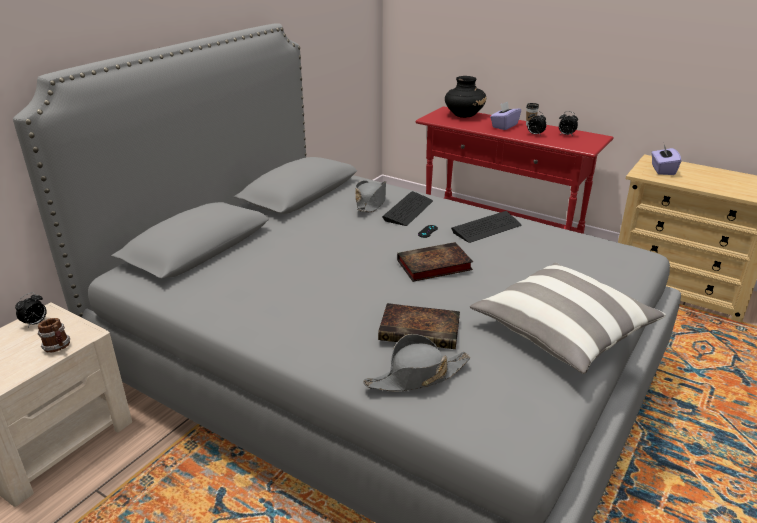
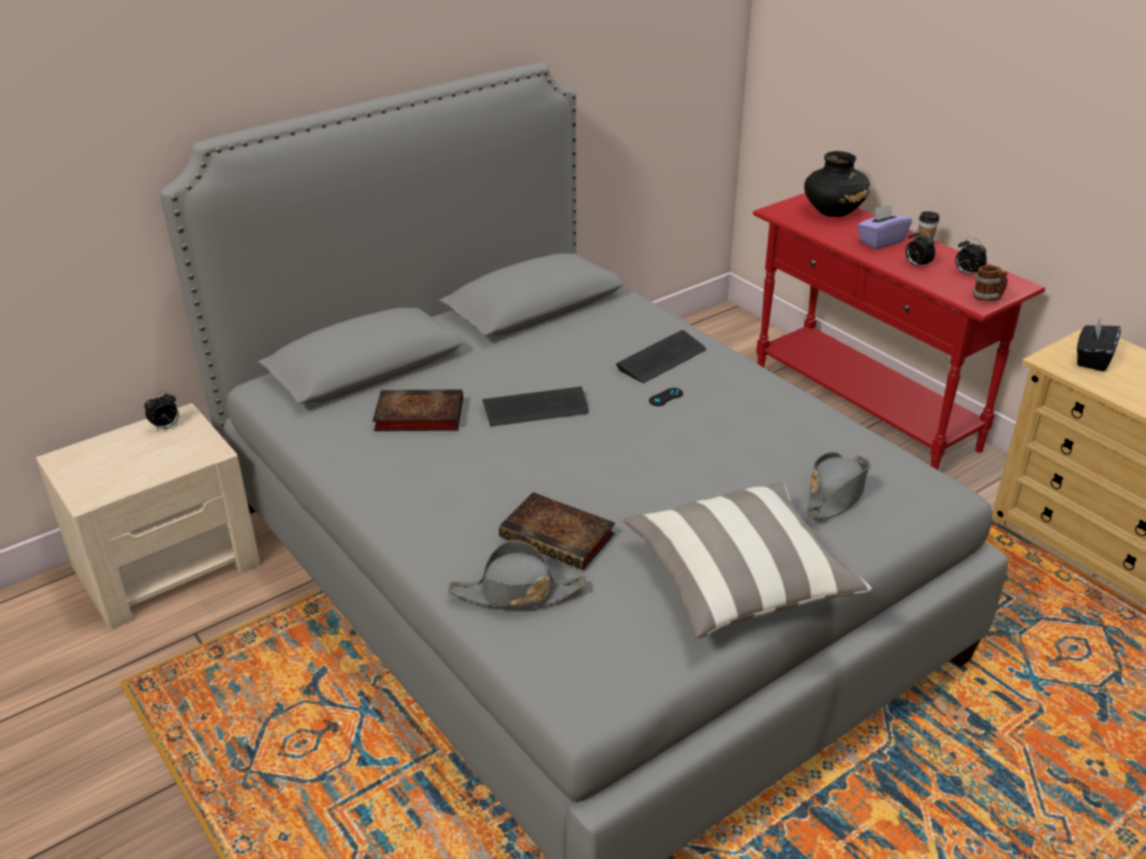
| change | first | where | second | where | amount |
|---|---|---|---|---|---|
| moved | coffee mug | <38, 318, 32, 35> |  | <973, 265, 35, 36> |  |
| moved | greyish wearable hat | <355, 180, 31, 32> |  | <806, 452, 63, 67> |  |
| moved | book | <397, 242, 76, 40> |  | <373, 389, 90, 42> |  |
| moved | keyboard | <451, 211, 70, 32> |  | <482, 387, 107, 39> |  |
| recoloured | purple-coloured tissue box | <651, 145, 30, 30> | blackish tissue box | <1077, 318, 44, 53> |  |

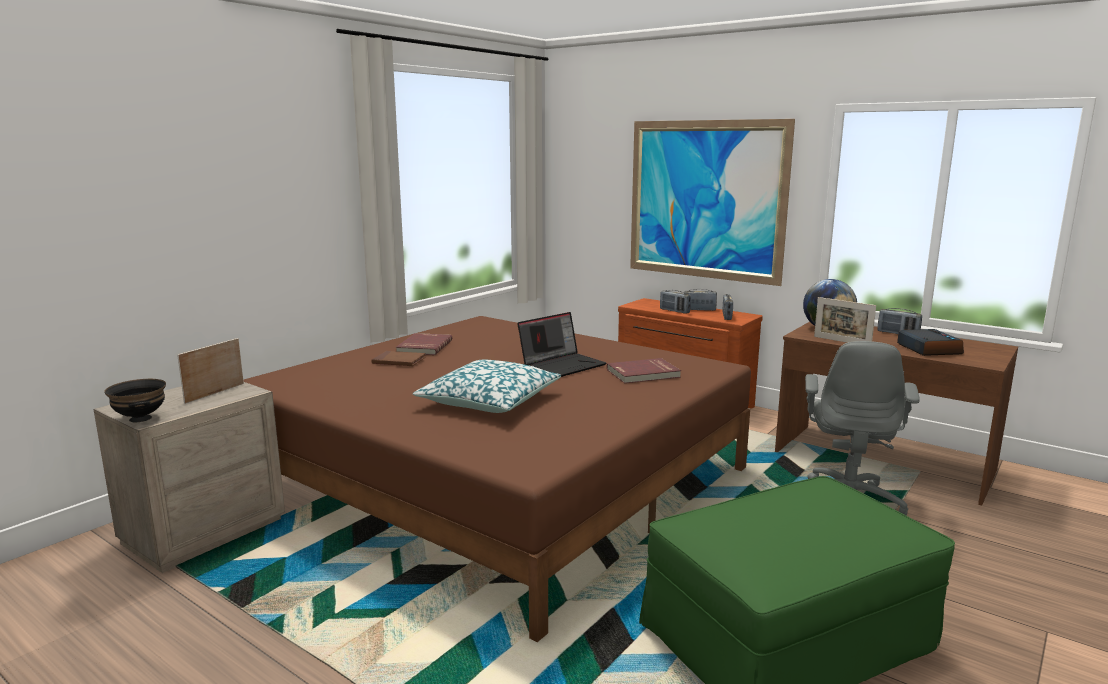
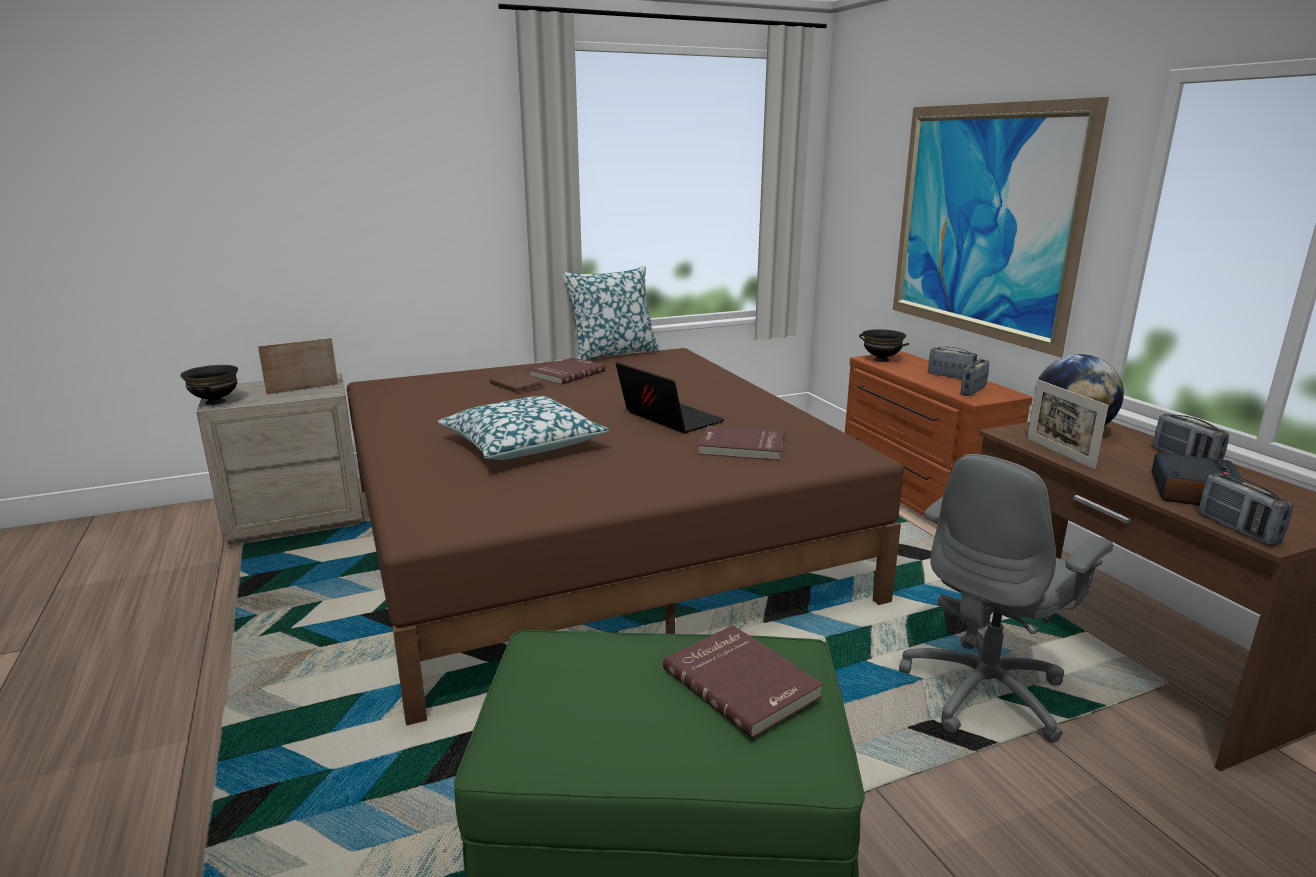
| change | first | where | second | where | amount |
|---|---|---|---|---|---|
| added |  |  | cushion | <562, 266, 98, 95> |  |
| added |  |  | reddish book | <663, 625, 160, 113> |  |
| added |  |  | blackish deep dish | <859, 329, 50, 33> |  |
| moved | radio receiver | <660, 290, 31, 24> |  | <1198, 473, 95, 73> |  |
| turned | portable computer | <517, 312, 89, 65> |  | <616, 362, 109, 71> | 120 degrees counterclockwise |

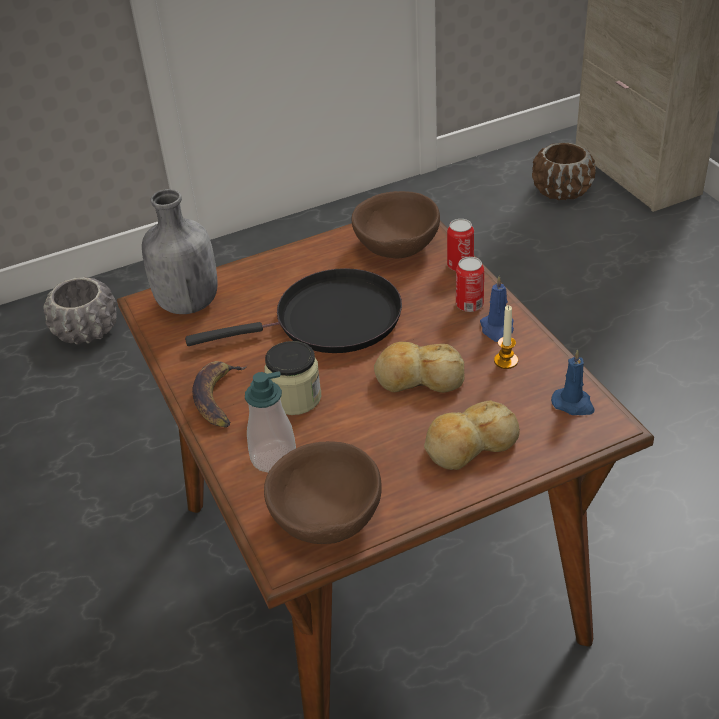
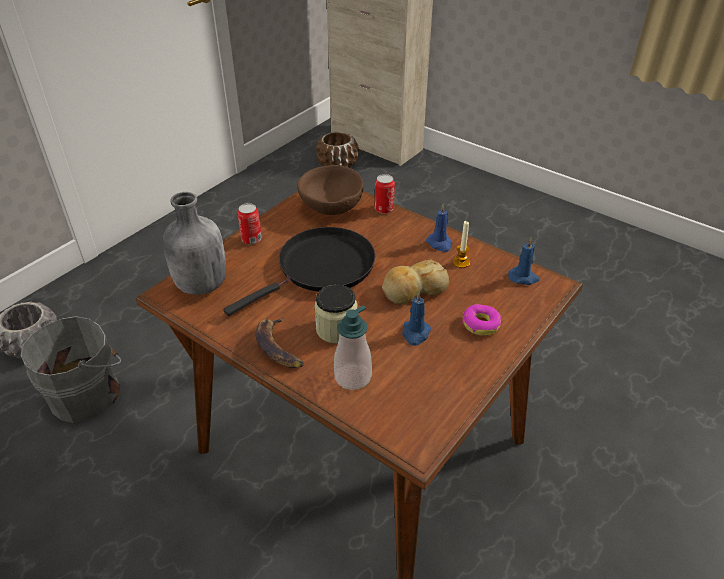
| change | first | where | second | where | amount |
|---|---|---|---|---|---|
| removed | brown deep dish | <264, 441, 118, 103> |  |  |  |
| added |  |  | greyish bucket | <21, 316, 100, 107> |  |
| added |  |  | blue candle | <402, 292, 29, 54> |  |
| moved | sealed can | <456, 257, 28, 55> |  | <237, 203, 25, 42> |  |
| replaced | baked bread | <424, 400, 96, 70> | doughnut | <462, 304, 39, 32> |  |

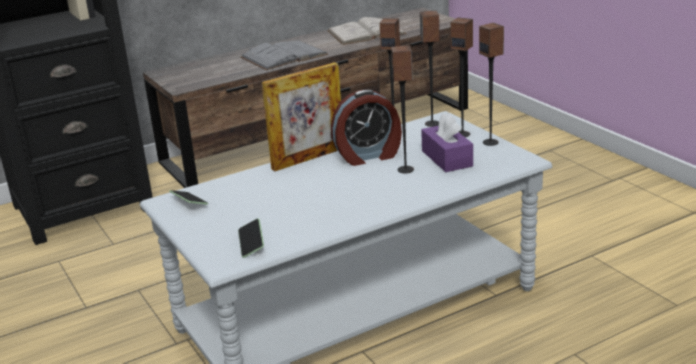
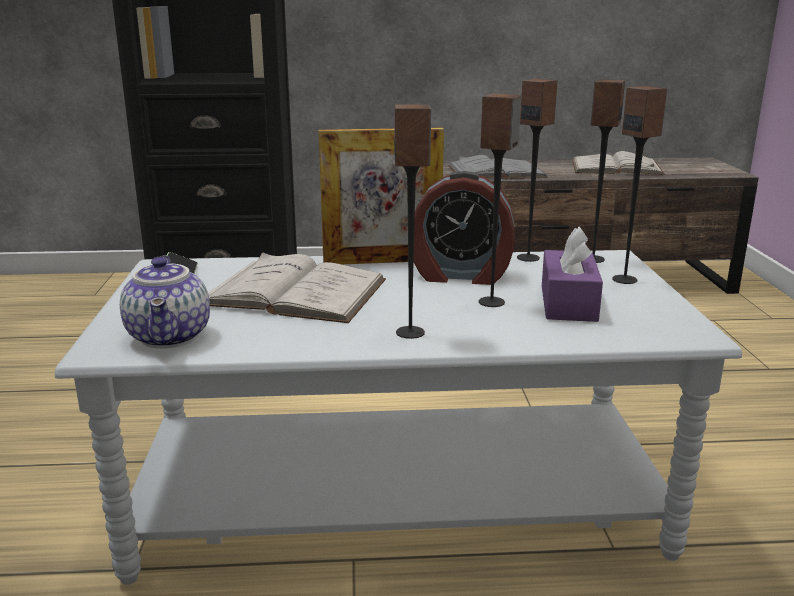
| change | first | where | second | where | amount |
|---|---|---|---|---|---|
| added |  |  | white-coloured book | <208, 252, 178, 71> |  |
| moved | audio speaker | <479, 23, 25, 123> |  | <394, 104, 37, 235> |  |
| replaced | handset | <238, 219, 26, 39> | teapot | <120, 255, 90, 93> |  |

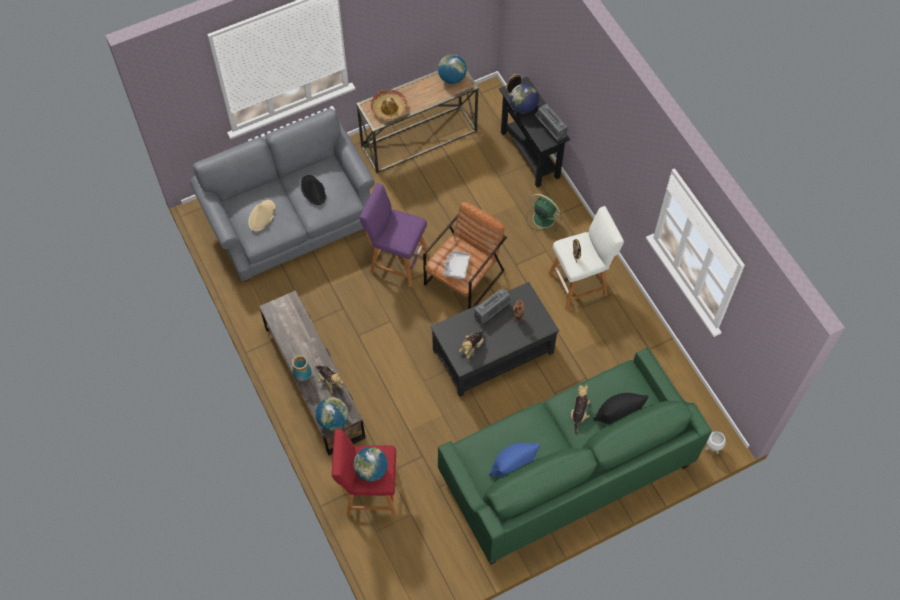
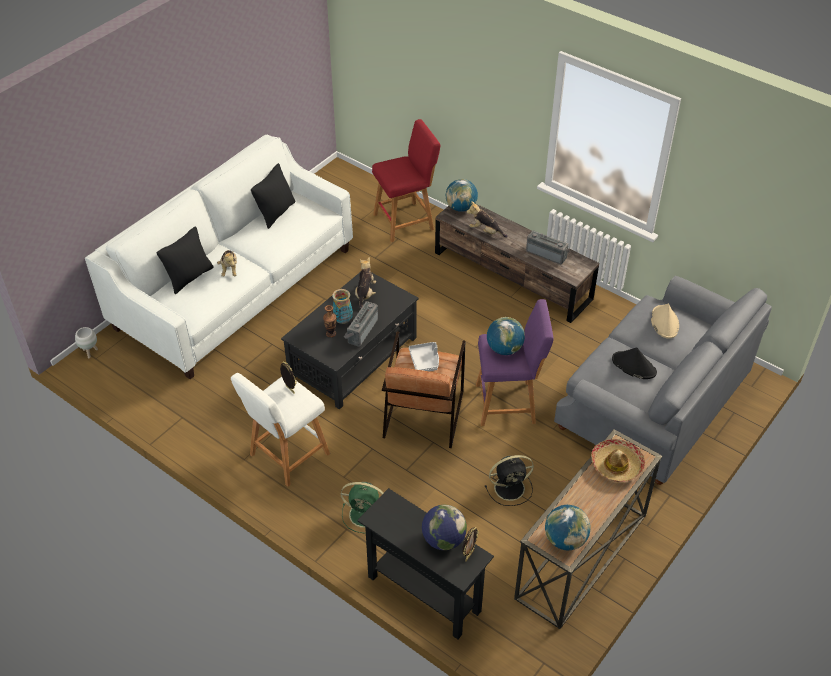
| change | first | where | second | where | amount |
|---|---|---|---|---|---|
| added |  |  | blackish fan | <485, 455, 49, 51> |  |
| moved | flower vase | <292, 355, 19, 26> |  | <332, 289, 21, 35> |  |
| moved | globe | <354, 447, 34, 34> |  | <487, 317, 38, 38> |  |
| moved | radio receiver | <535, 104, 33, 37> |  | <526, 230, 44, 35> |  |
| recoloured | green-coloured sofa | <438, 347, 274, 218> | white-coloured sofa | <85, 135, 268, 244> |  |
| recoloured | blue cushion | <489, 443, 51, 34> | blackish cushion | <251, 163, 45, 66> |  |

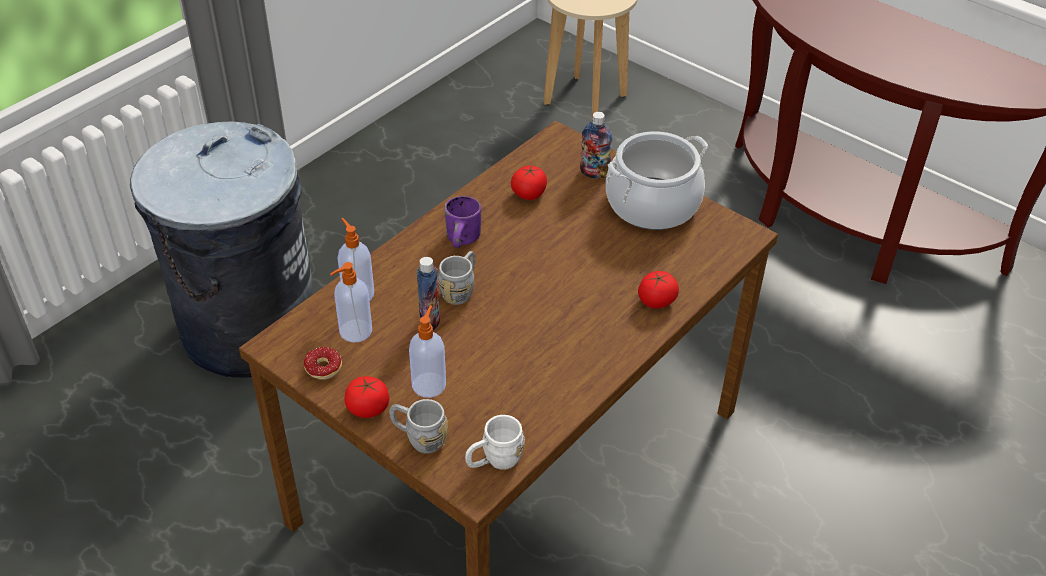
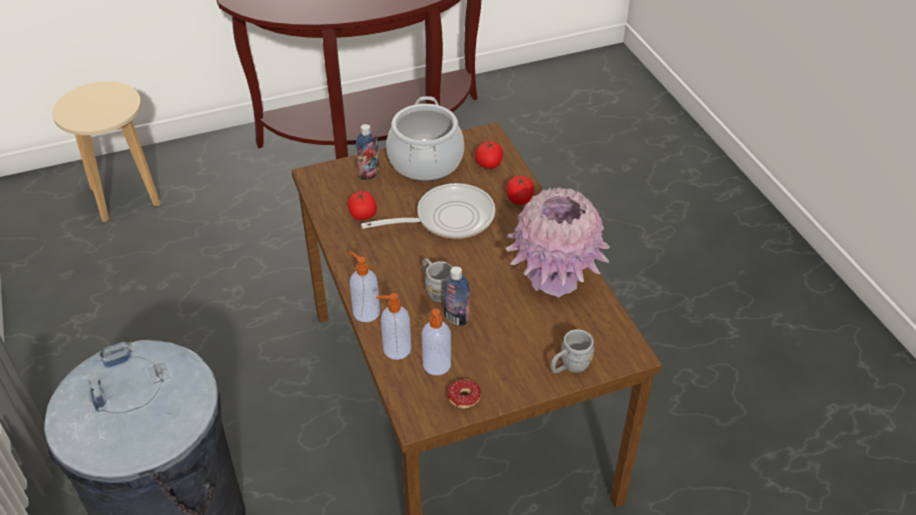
| change | first | where | second | where | amount |
|---|---|---|---|---|---|
| removed | purple-coloured coffee mug | <444, 196, 37, 52> |  |  |  |
| removed | white-coloured coffee mug | <465, 415, 60, 55> |  |  |  |
| added |  |  | pan | <361, 183, 134, 56> |  |
| added |  |  | pinkish flower vase | <505, 188, 105, 109> |  |
| moved | fresh tomato | <344, 376, 46, 42> |  | <475, 141, 28, 28> |  |
| moved | soap bottle | <409, 305, 37, 93> |  | <349, 251, 31, 71> |  |

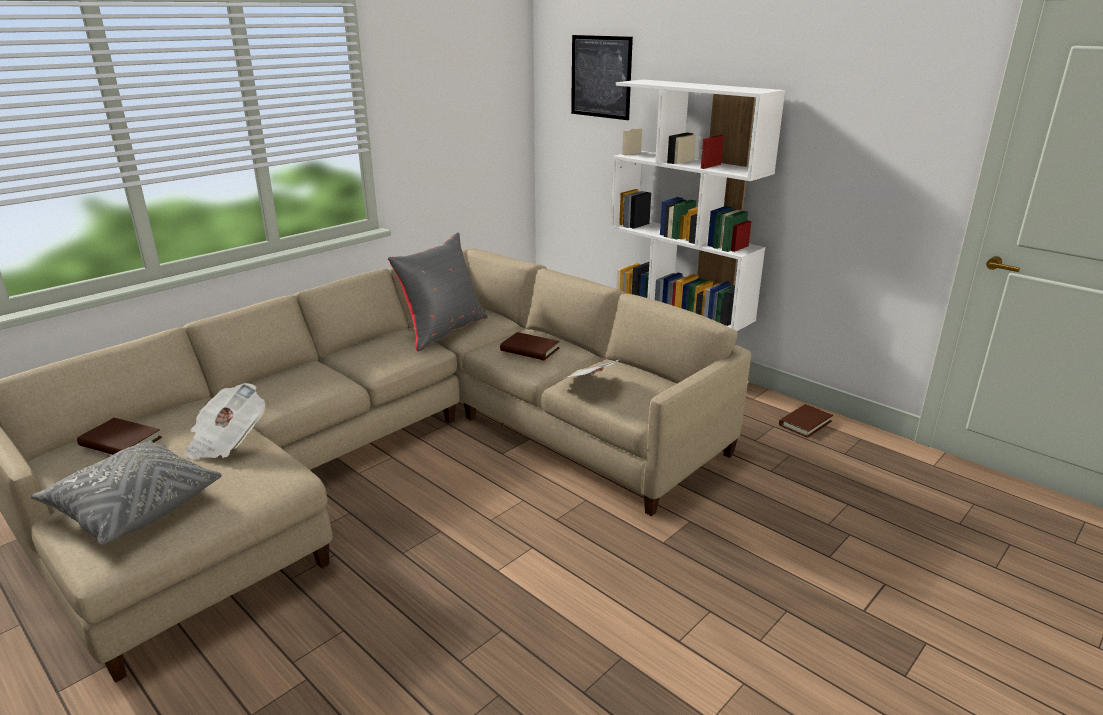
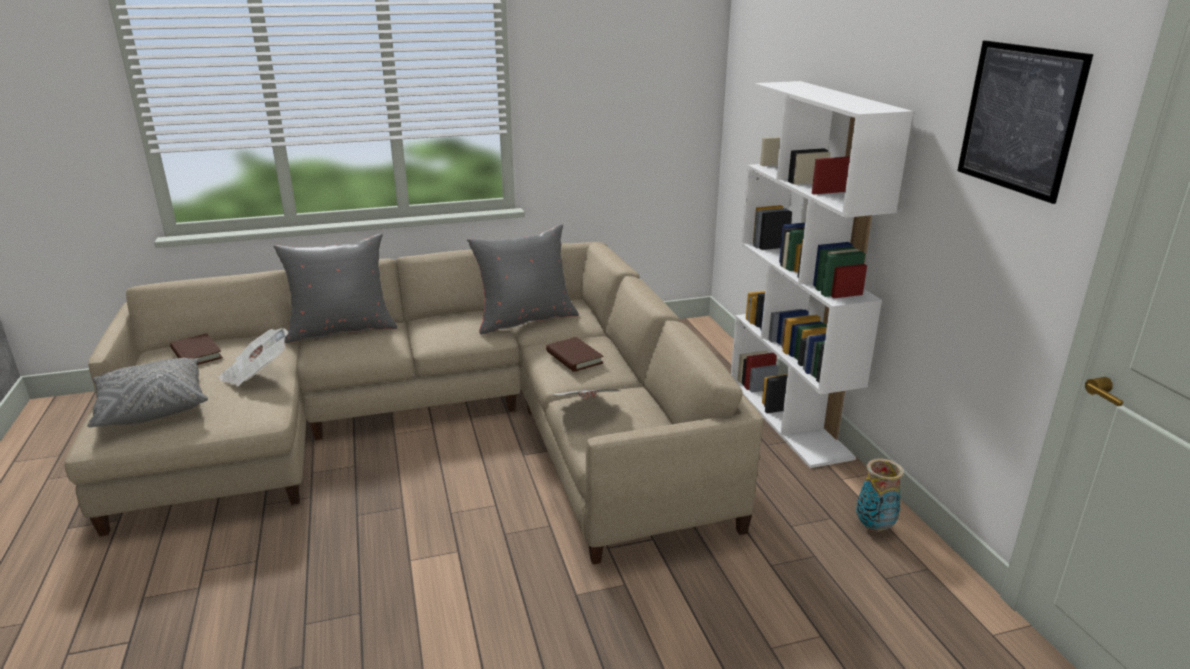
| change | first | where | second | where | amount |
|---|---|---|---|---|---|
| added |  |  | greyish cushion | <273, 234, 124, 109> |  |
| moved | wall picture | <571, 35, 62, 85> |  | <957, 41, 136, 163> |  |
| replaced | brown book | <779, 404, 54, 34> | flower vase | <856, 458, 48, 74> |  |

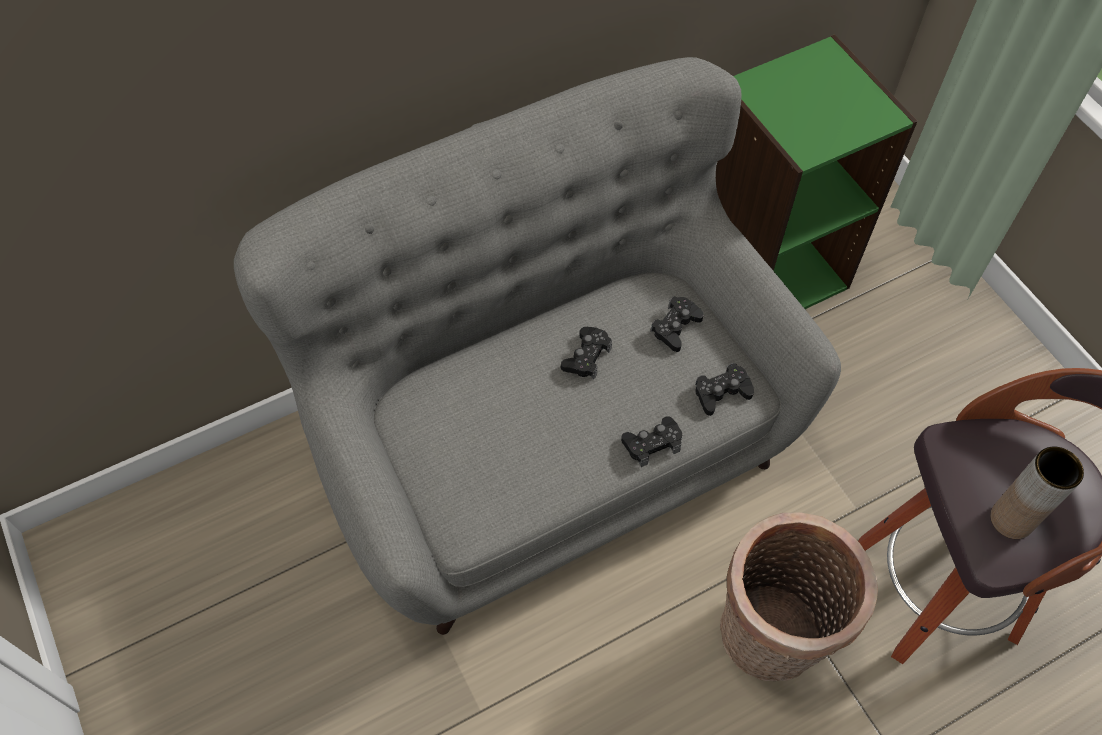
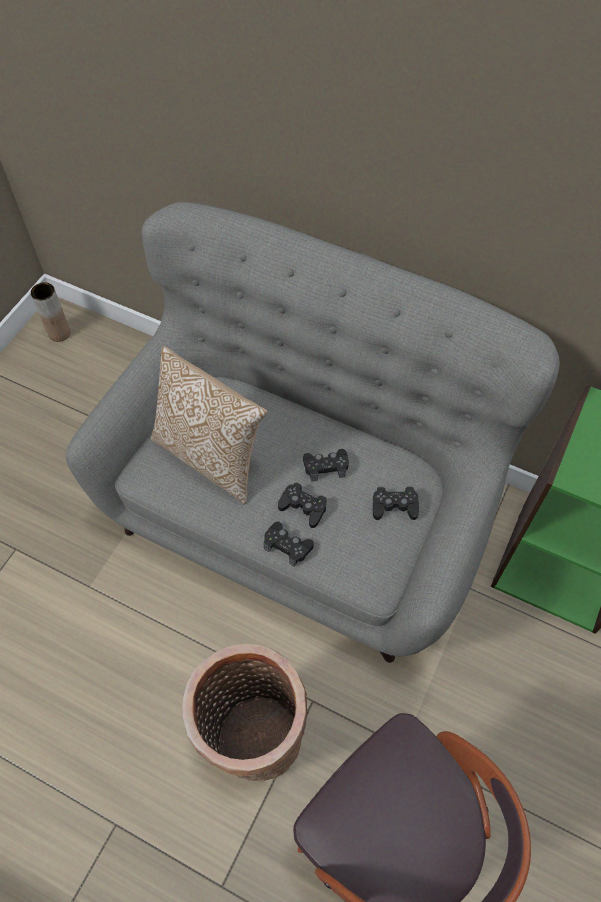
| change | first | where | second | where | amount |
|---|---|---|---|---|---|
| added |  |  | cushion | <150, 346, 117, 159> |  |
| moved | blackish gamepad | <695, 363, 59, 53> |  | <278, 482, 49, 46> |  |
| moved | brown flower vase | <990, 447, 94, 92> |  | <31, 282, 39, 60> |  |

